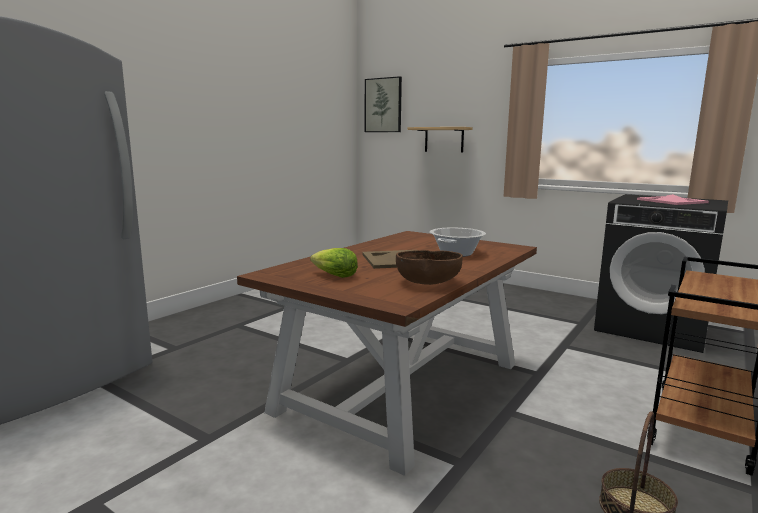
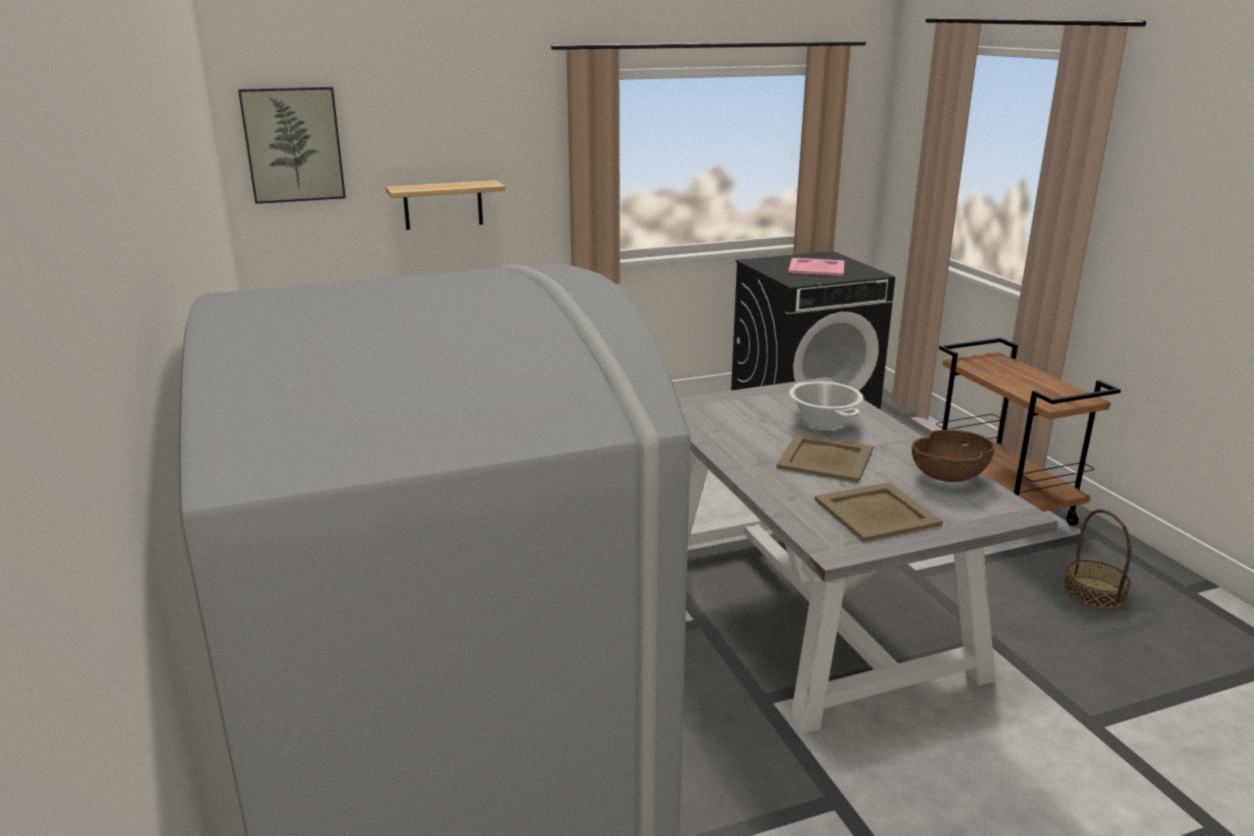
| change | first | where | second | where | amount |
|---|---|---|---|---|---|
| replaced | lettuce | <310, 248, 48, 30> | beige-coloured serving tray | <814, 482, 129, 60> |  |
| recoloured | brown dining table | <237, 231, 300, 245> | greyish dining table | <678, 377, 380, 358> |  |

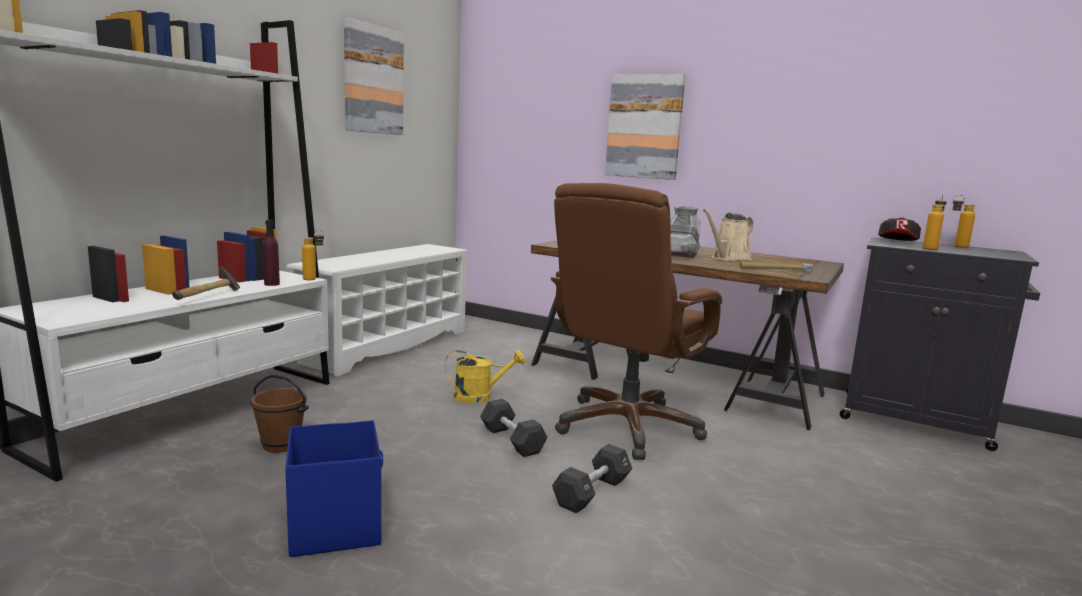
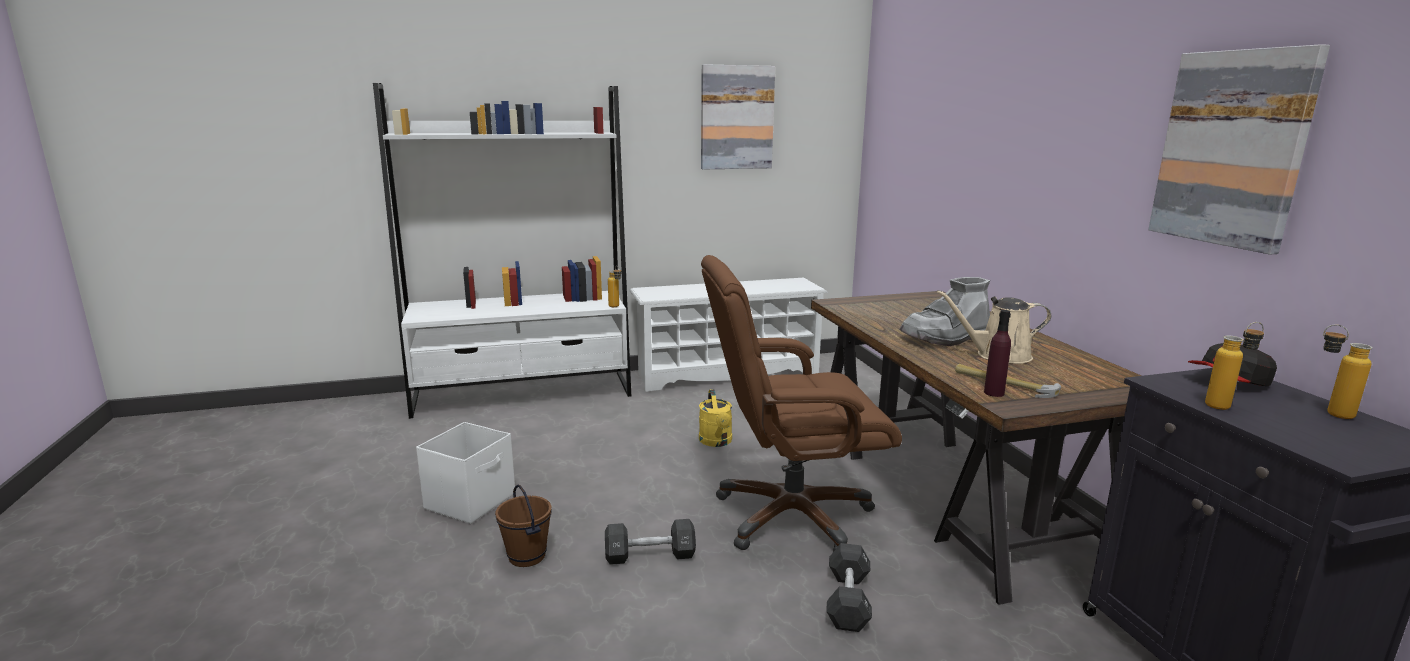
| change | first | where | second | where | amount |
|---|---|---|---|---|---|
| removed | tool hammer | <172, 267, 68, 33> |  |  |  |
| moved | brown bucket | <250, 375, 59, 78> |  | <495, 484, 57, 83> |  |
| moved | purple-coloured drink bottle | <263, 220, 17, 66> |  | <984, 310, 27, 87> |  |
| moved | blackish hand weight | <480, 399, 67, 58> |  | <826, 543, 46, 89> |  |
| moved | wall picture | <605, 74, 81, 106> |  | <1148, 44, 182, 211> |  |
| recoloured | blue storage bin | <285, 420, 98, 137> | white-coloured storage bin | <416, 422, 99, 102> |  |
| turned | yellow-coloured watering can | <445, 350, 80, 54> |  | <699, 389, 33, 58> | 45 degrees clockwise |

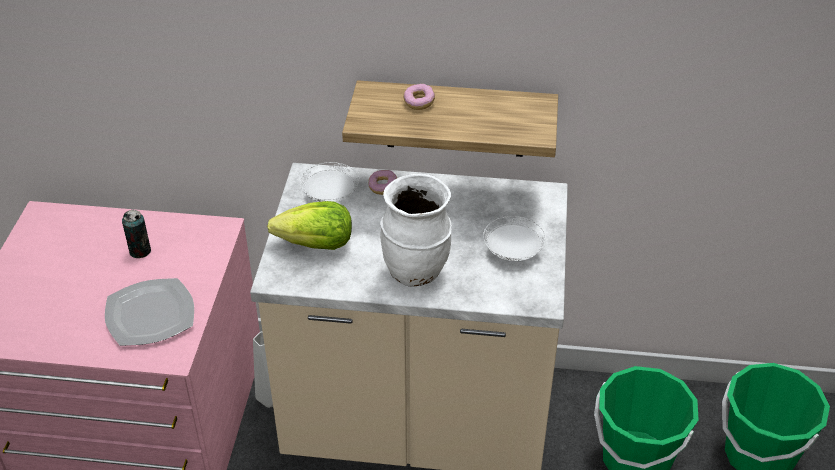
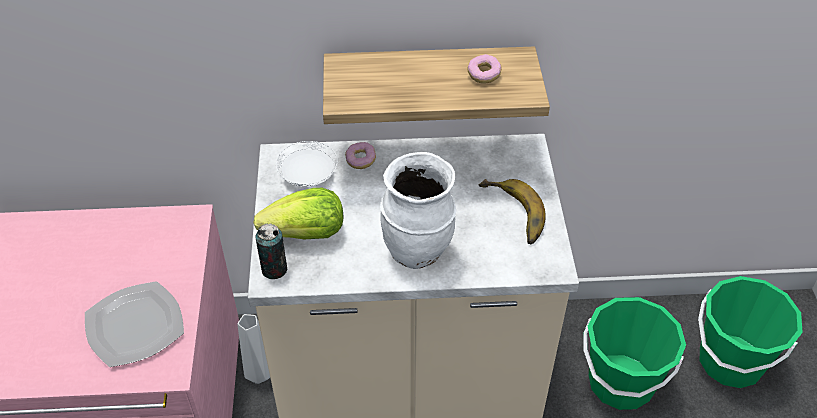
| change | first | where | second | where | amount |
|---|---|---|---|---|---|
| moved | sealed can | <122, 210, 29, 48> |  | <256, 224, 31, 55> |  |
| moved | doughnut | <403, 84, 32, 26> |  | <467, 54, 34, 30> |  |
| replaced | white-coloured flat dish | <483, 216, 63, 45> | banana | <479, 179, 67, 65> |  |

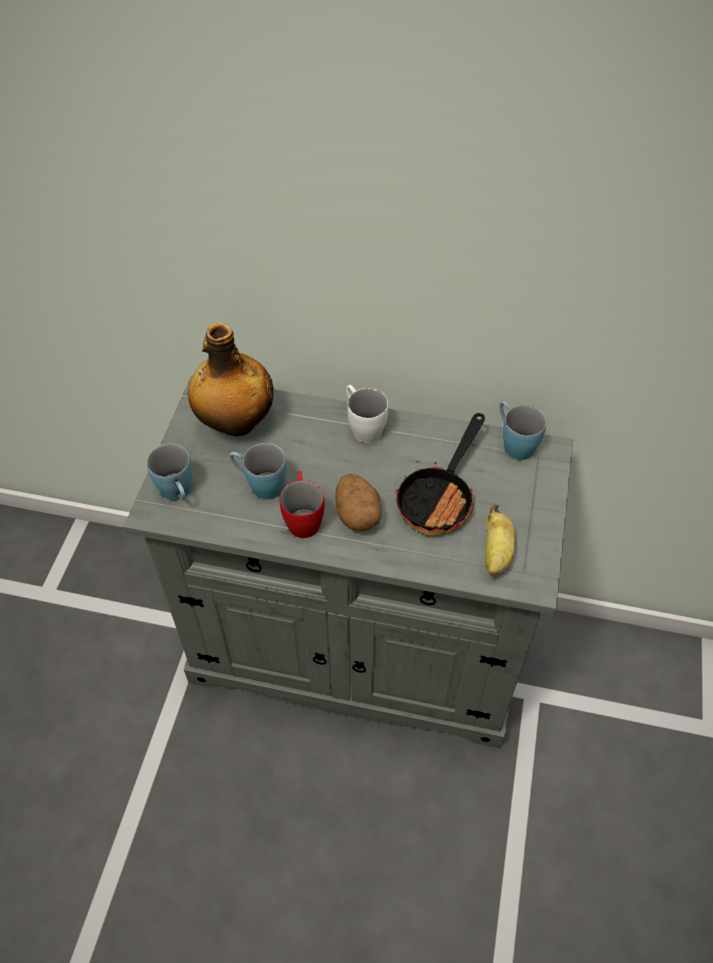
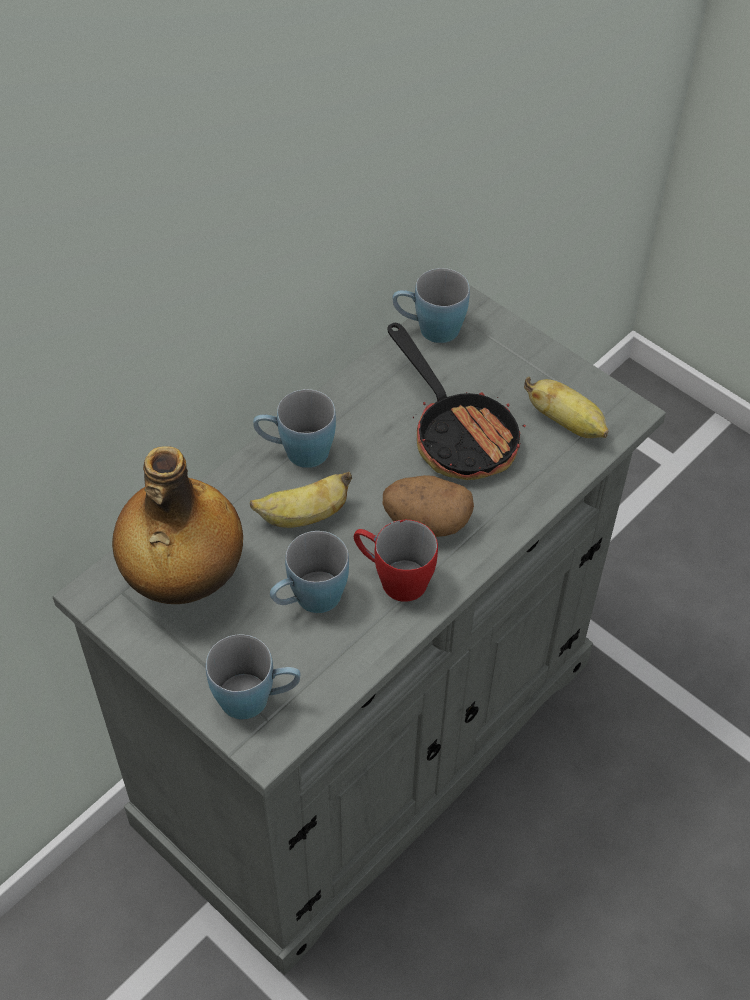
| change | first | where | second | where | amount |
|---|---|---|---|---|---|
| added |  |  | banana | <250, 472, 102, 56> |  |
| recoloured | white-coloured coffee mug | <346, 385, 42, 58> | blue coffee mug | <253, 389, 83, 79> |  |

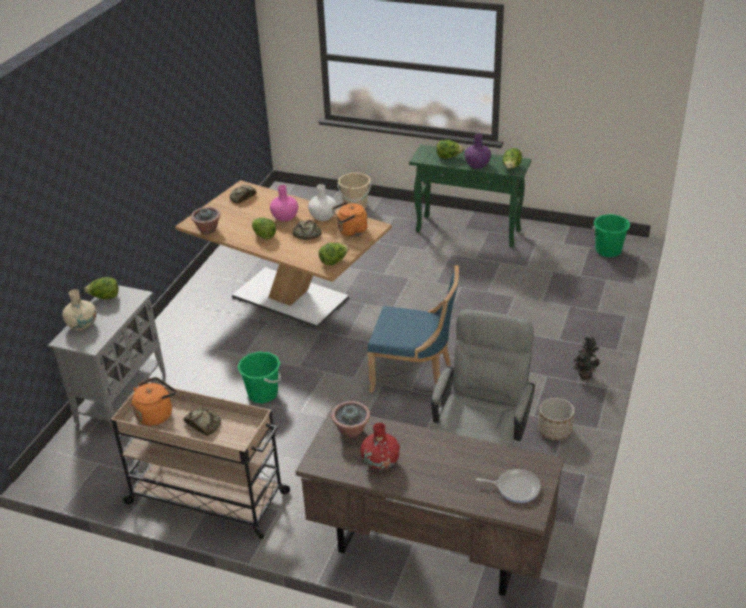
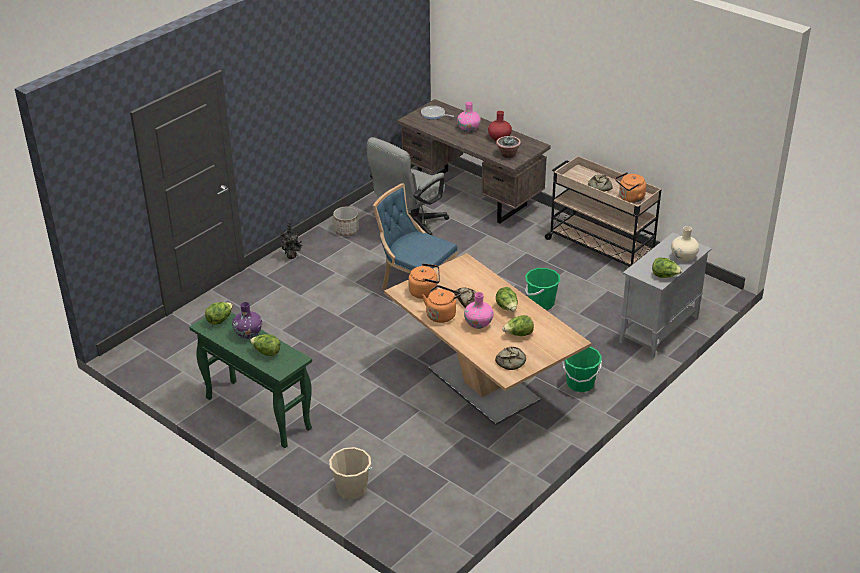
| change | first | where | second | where | amount |
|---|---|---|---|---|---|
| removed | potted plant | <191, 207, 29, 27> |  |  |  |
| added |  |  | pinkish flower vase | <457, 101, 24, 31> |  |
| moved | lettuce | <318, 243, 31, 22> |  | <502, 315, 32, 21> |  |
| moved | green-coloured bucket | <592, 214, 38, 43> |  | <562, 347, 40, 45> |  |
| replaced | white-coloured flower vase | <308, 184, 29, 37> | orangey tea kettle | <422, 285, 39, 38> |  |

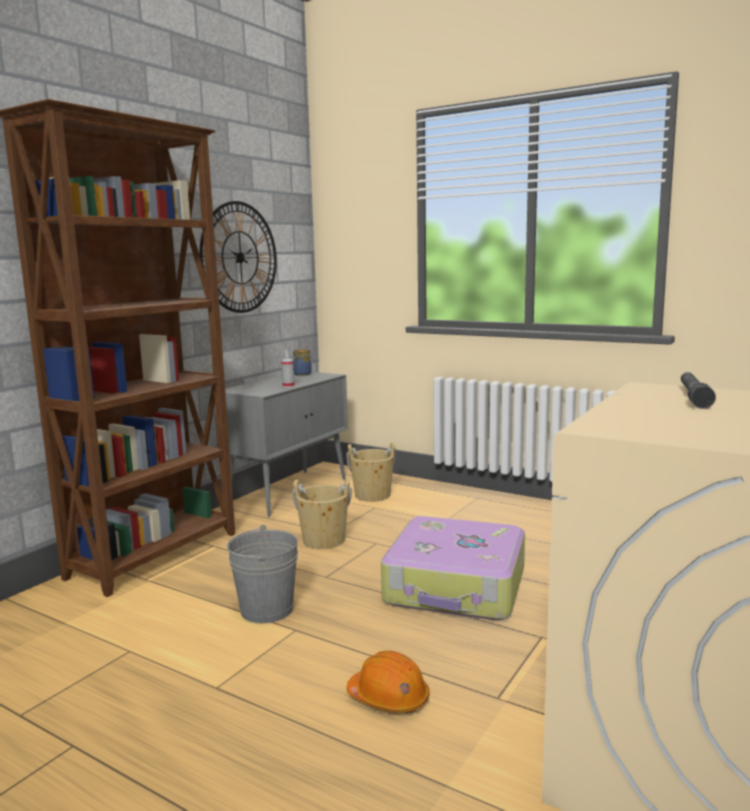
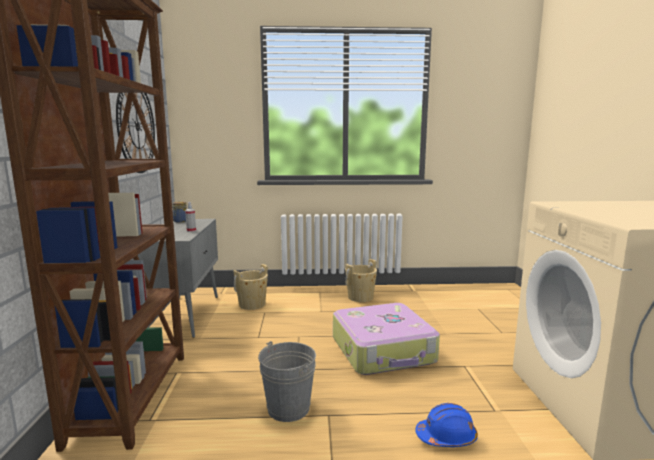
| change | first | where | second | where | amount |
|---|---|---|---|---|---|
| removed | greyish flashlight | <681, 372, 35, 37> |  |  |  |
| moved | beige-coloured bucket | <292, 478, 60, 71> |  | <345, 259, 32, 43> |  |
| recoloured | orangey work helmet | <347, 651, 83, 62> | blue work helmet | <415, 403, 63, 44> |  |

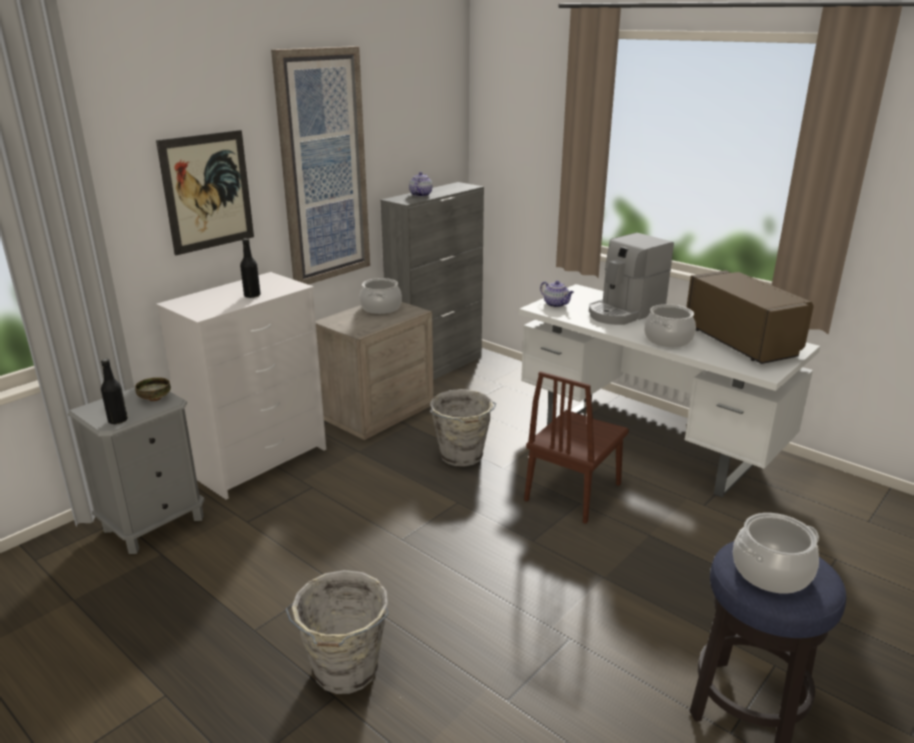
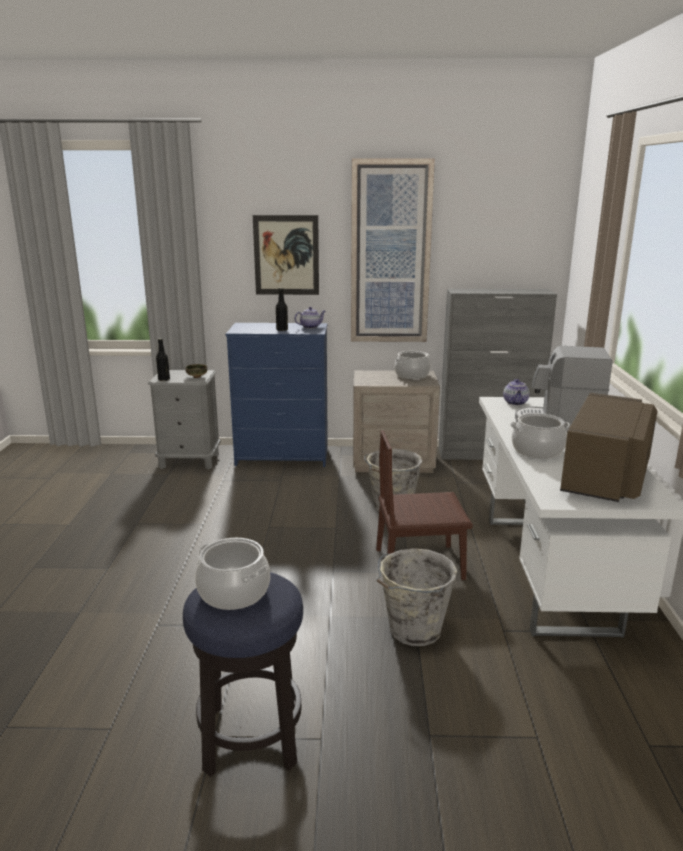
| change | first | where | second | where | amount |
|---|---|---|---|---|---|
| moved | greyish bucket | <285, 570, 104, 124> |  | <376, 548, 81, 98> |  |
| moved | teapot | <409, 172, 24, 25> |  | <294, 307, 32, 22> |  |
| recoloured | white-coloured dresser | <156, 272, 170, 227> | blue dresser | <226, 323, 102, 144> |  |

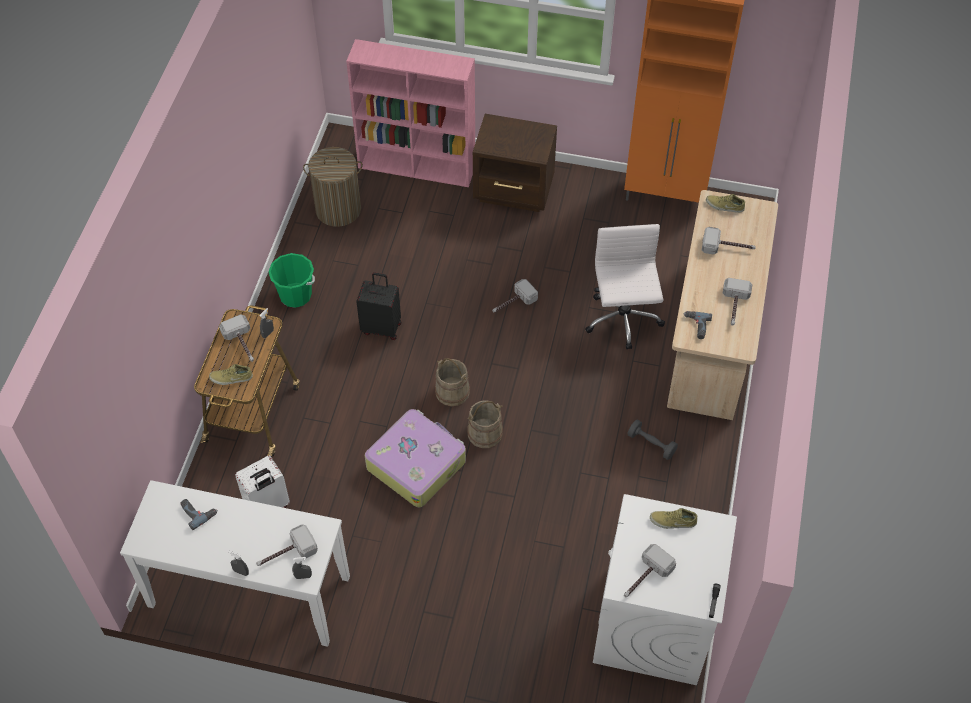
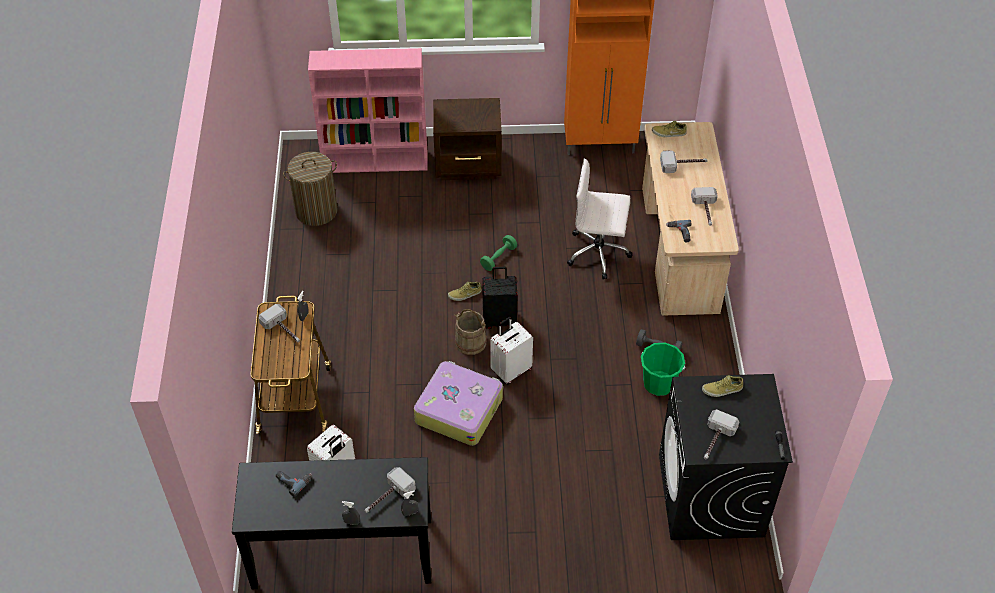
| change | first | where | second | where | amount |
|---|---|---|---|---|---|
| moved | beige-coloured item of footwear | <209, 364, 44, 21> |  | <448, 282, 34, 19> |  |
| moved | green-coloured bucket | <268, 253, 47, 55> |  | <641, 343, 44, 53> |  |
| moved | blackish suitcase | <356, 272, 46, 68> |  | <482, 267, 35, 62> |  |
| replaced | beige-coloured bucket | <467, 401, 36, 47> | white-coloured suitcase | <490, 317, 43, 67> |  |
| replaced | tool hammer | <492, 279, 46, 33> | green-coloured hand weight | <480, 235, 37, 36> |  |
| recoloured | white-coloured narrow table | <120, 480, 230, 167> | blackish narrow table | <232, 457, 199, 132> |  |
| recoloured | white-coloured laundry appliance | <593, 494, 144, 191> | blackish laundry appliance | <659, 374, 134, 166> |  |
| turned | white-coloured office chair | <585, 224, 80, 126> |  | <567, 158, 66, 122> | 60 degrees counterclockwise |

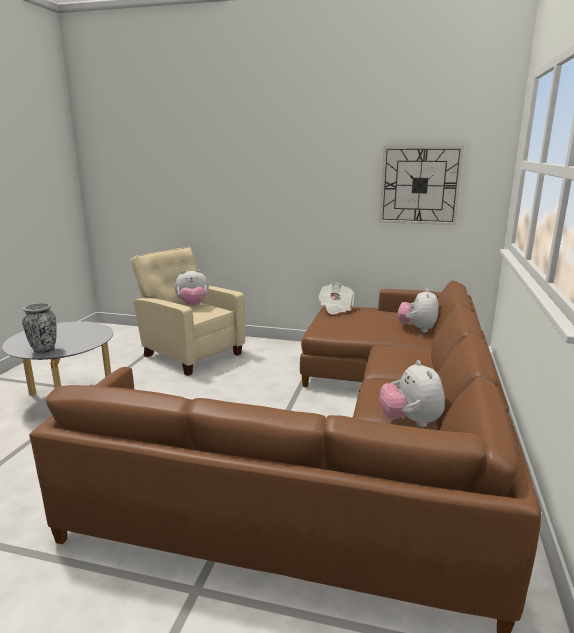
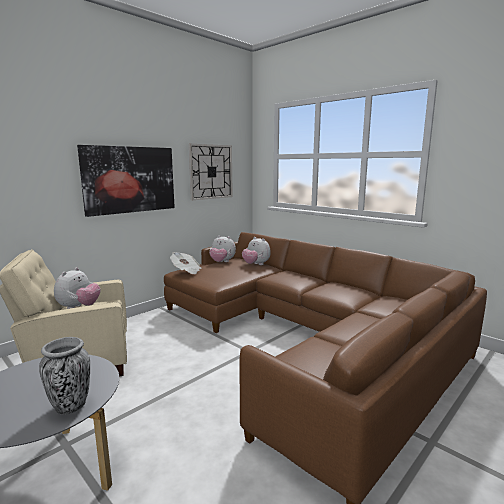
| change | first | where | second | where | amount |
|---|---|---|---|---|---|
| added |  |  | wall picture | <77, 145, 98, 72> |  |
| moved | soft toy | <379, 360, 66, 67> |  | <209, 235, 27, 27> |  |

